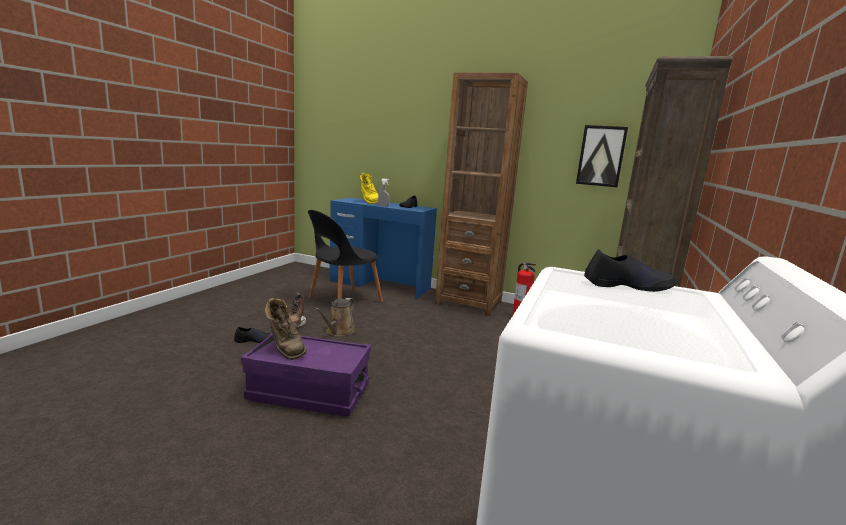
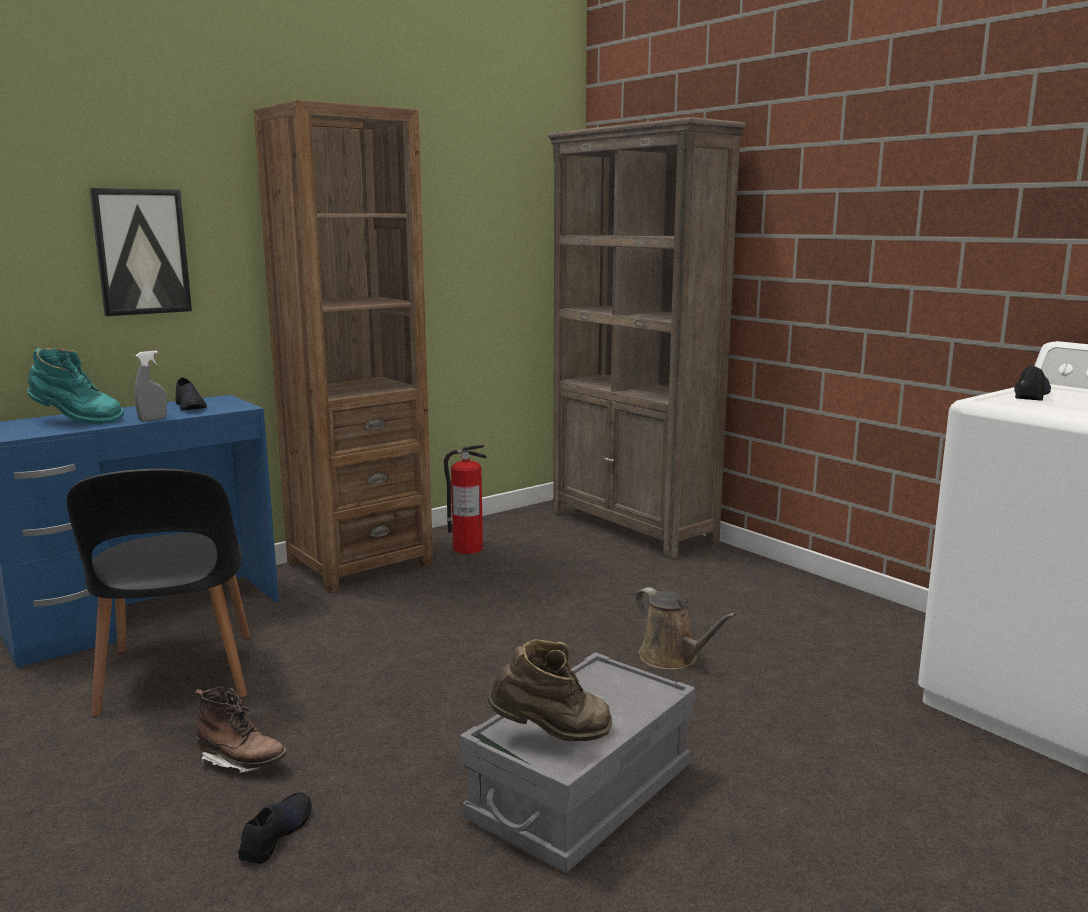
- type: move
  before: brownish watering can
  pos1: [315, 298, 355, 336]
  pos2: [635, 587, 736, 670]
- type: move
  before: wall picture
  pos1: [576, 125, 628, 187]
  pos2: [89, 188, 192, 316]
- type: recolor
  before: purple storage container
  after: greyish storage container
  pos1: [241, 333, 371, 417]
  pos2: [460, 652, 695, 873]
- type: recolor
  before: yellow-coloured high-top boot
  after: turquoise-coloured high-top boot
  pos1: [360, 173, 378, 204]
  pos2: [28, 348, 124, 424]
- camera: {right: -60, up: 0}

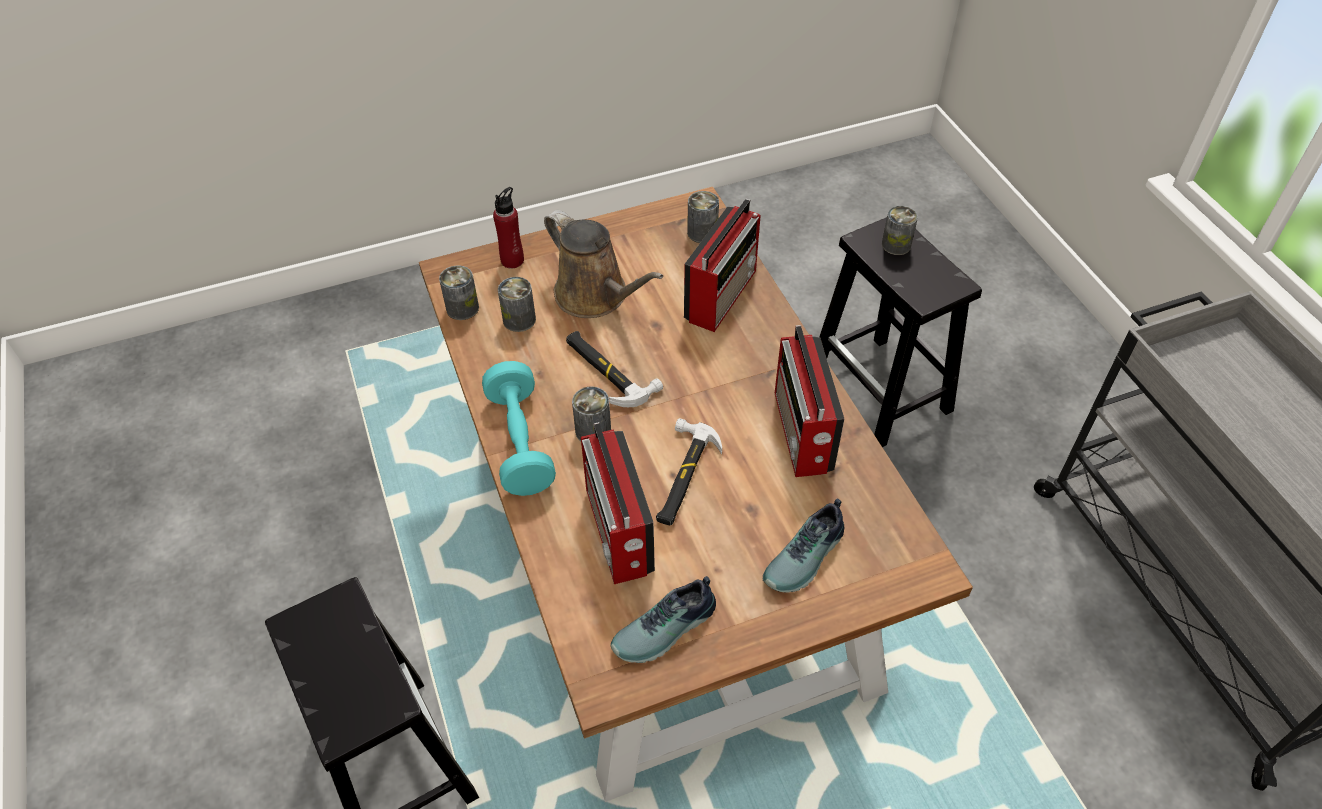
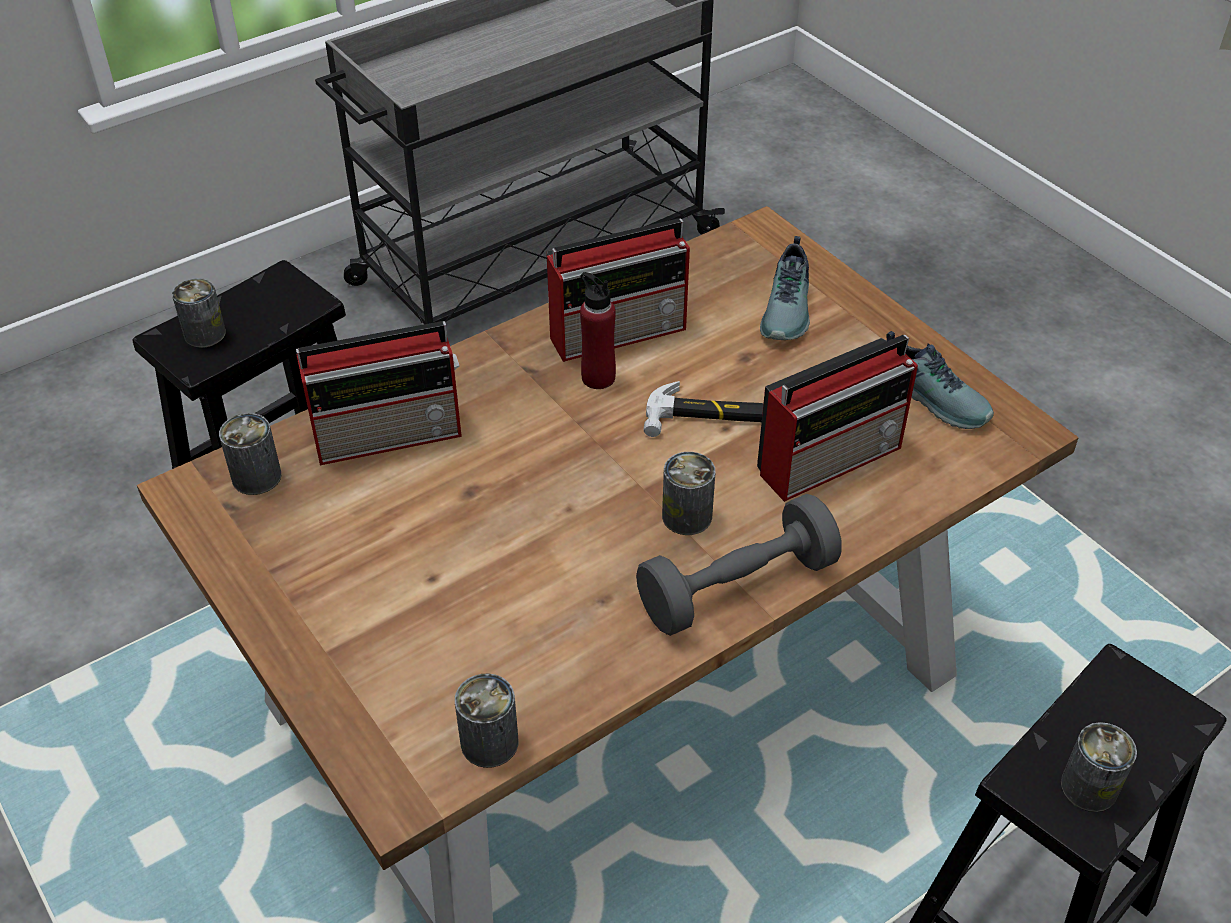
- type: delete
  before: brownish watering can
  pos1: [544, 210, 664, 318]
- type: delete
  before: tool hammer
  pos1: [566, 331, 663, 407]
- type: move
  before: red-coloured bottle
  pos1: [493, 187, 524, 268]
  pos2: [580, 272, 616, 389]
- type: move
  before: metal can
  pos1: [498, 277, 536, 332]
  pos2: [1061, 722, 1137, 812]
- type: recolor
  before: turquoise-coloured dumbbell
  after: greyish dumbbell
  pos1: [482, 361, 556, 496]
  pos2: [636, 494, 842, 636]
- type: rotate
  before: radio
  pos1: [684, 199, 760, 332]
  pos2: [296, 321, 462, 465]
  turn: 150
- type: rotate
  before: shoe
  pos1: [763, 498, 844, 593]
  pos2: [760, 236, 810, 340]
  turn: 75
- camera: {right: -105, up: -5}

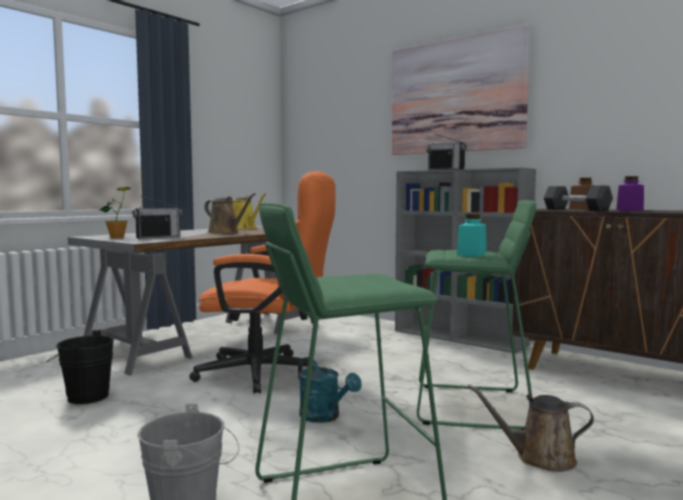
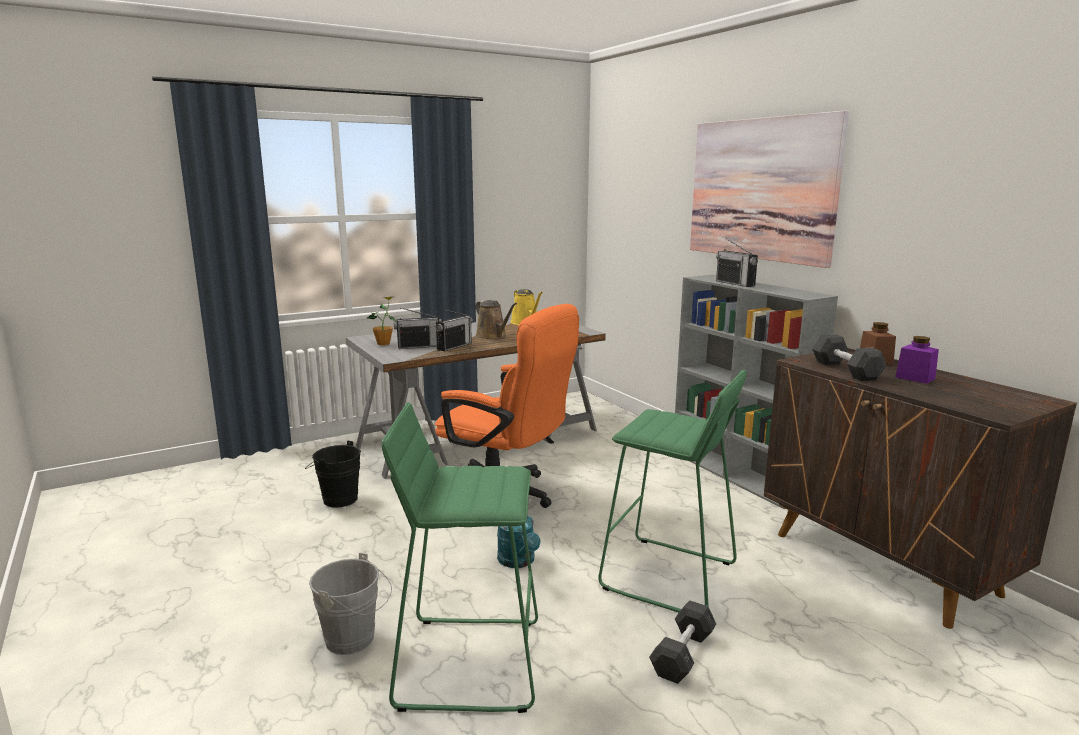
- type: delete
  before: turquoise-coloured storage jar
  pos1: [457, 214, 486, 257]
- type: insert
  after: radio
  pos2: [436, 309, 473, 351]
- type: replace
  before: brownish watering can
  after: greyish dumbbell
  pos1: [468, 385, 594, 472]
  pos2: [649, 600, 716, 684]
- camera: {right: 20, up: 10}

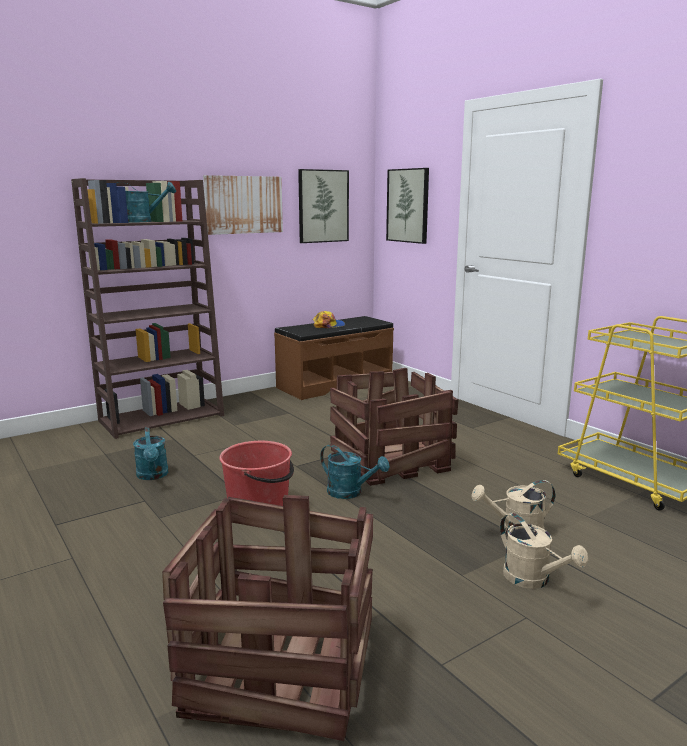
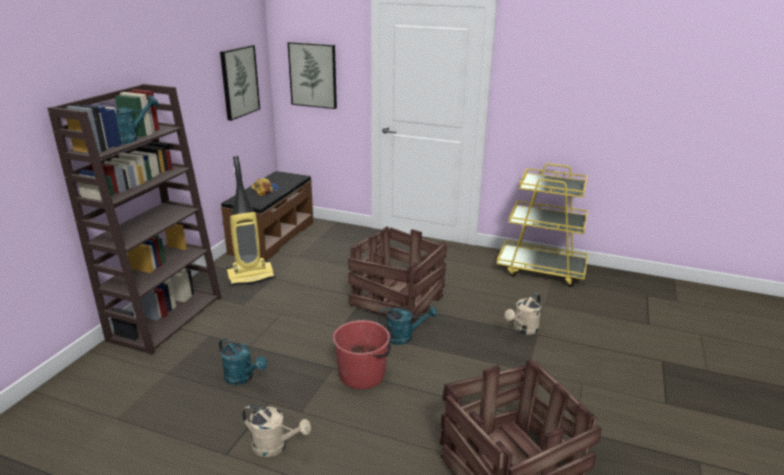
- type: delete
  before: wall picture
  pos1: [203, 175, 283, 235]
- type: insert
  after: vacuum
  pos2: [226, 156, 275, 286]
- type: move
  before: beige-coloured watering can
  pos1: [500, 513, 588, 589]
  pos2: [242, 405, 311, 457]
- camera: {right: -35, up: 10}

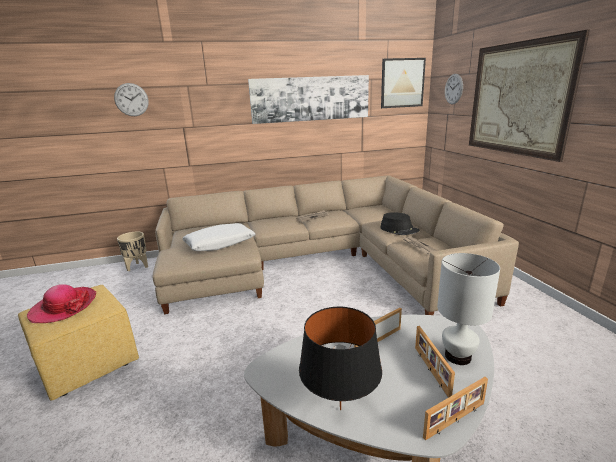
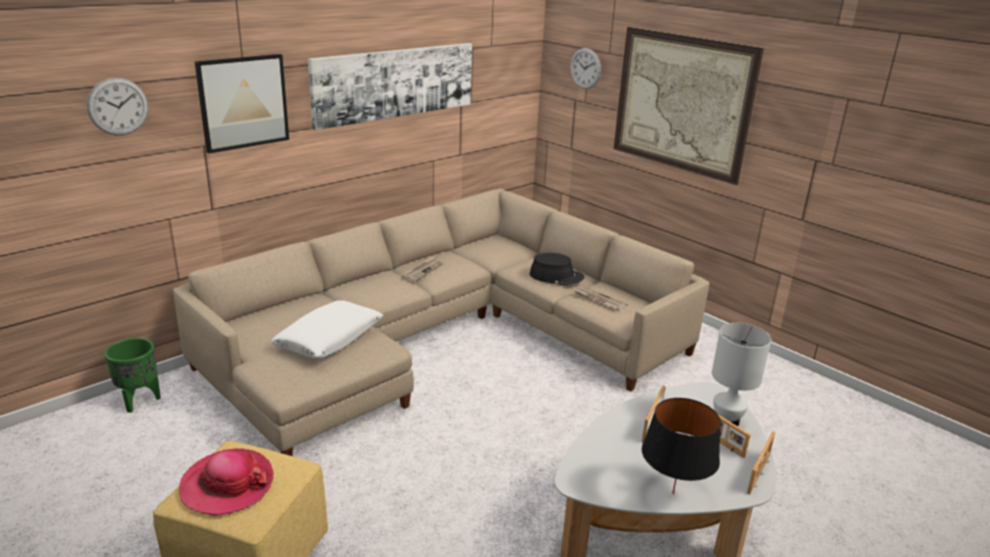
- type: move
  before: wall picture
  pos1: [381, 58, 426, 108]
  pos2: [195, 54, 289, 154]
- type: recolor
  before: beige-coloured planter
  after: green-coloured planter
  pos1: [117, 232, 148, 272]
  pos2: [105, 338, 161, 413]
- camera: {right: -30, up: 5}

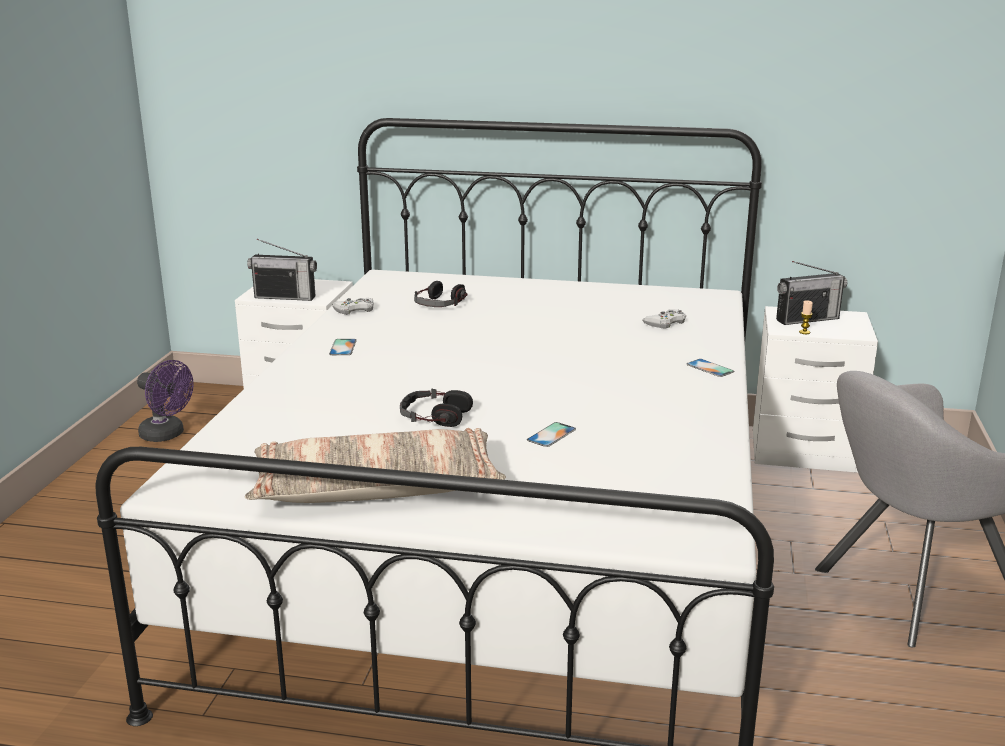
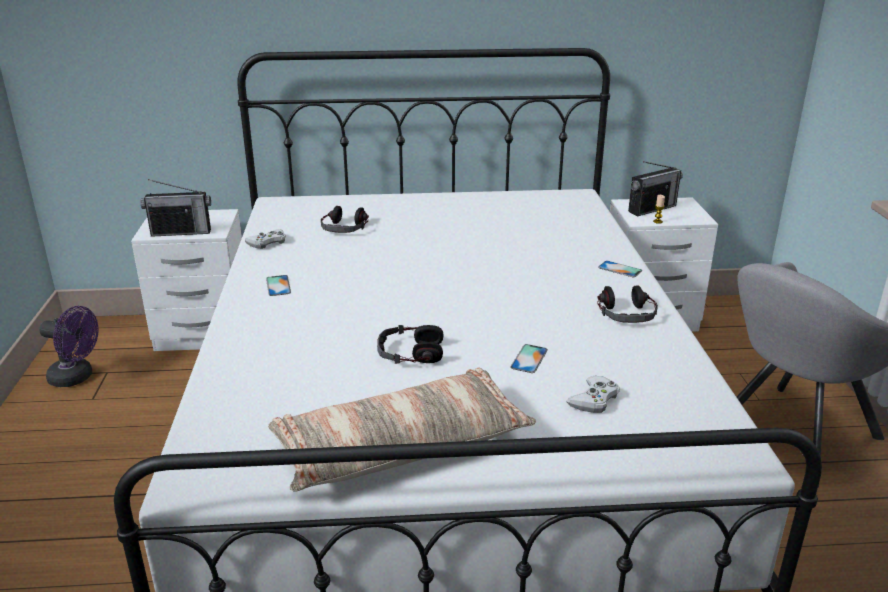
- type: insert
  after: pair of headphones
  pos2: [597, 285, 658, 323]
- type: move
  before: whitish gamepad
  pos1: [642, 309, 686, 329]
  pos2: [566, 376, 620, 413]
- camera: {right: -15, up: 5}

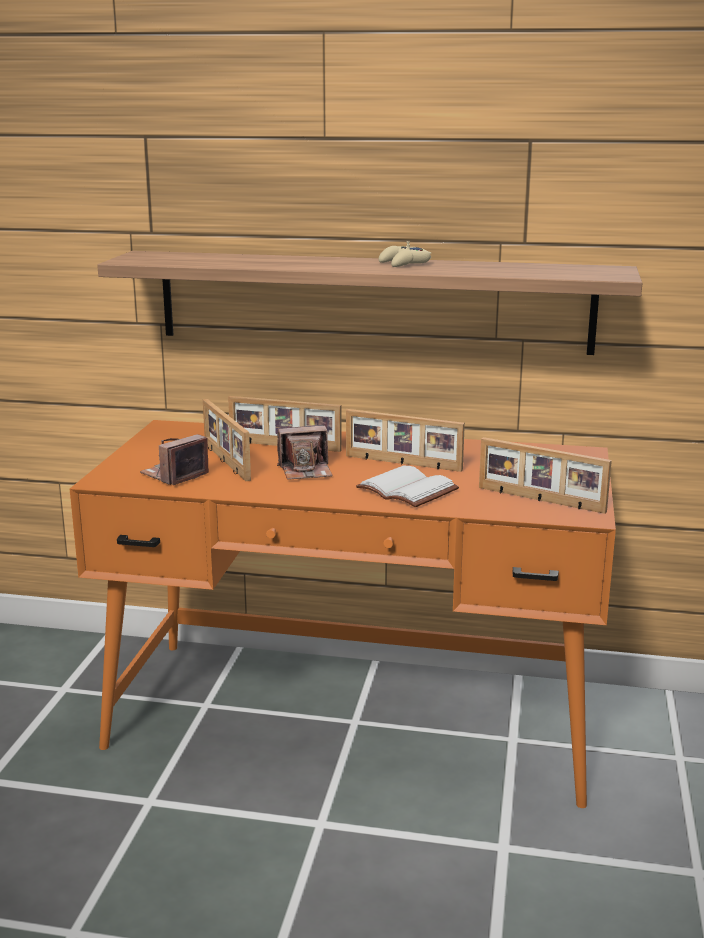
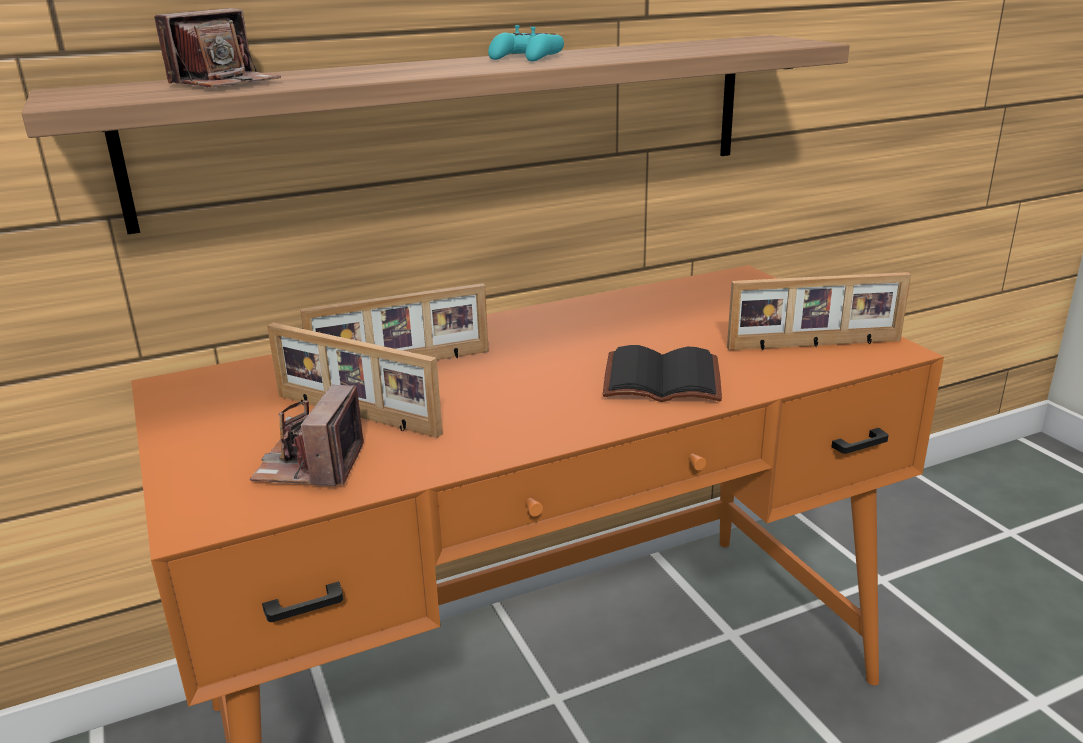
- type: delete
  before: standing frame
  pos1: [346, 409, 465, 472]
- type: move
  before: photo camera
  pos1: [277, 425, 332, 480]
  pos2: [154, 8, 281, 88]
- type: recolor
  before: whitish bound book
  after: black-coloured bound book
  pos1: [356, 466, 459, 507]
  pos2: [603, 345, 722, 402]
- type: recolor
  before: beige-coloured gamepad
  after: turquoise-coloured gamepad
  pos1: [378, 241, 431, 267]
  pos2: [488, 25, 564, 62]
- camera: {right: -35, up: 5}

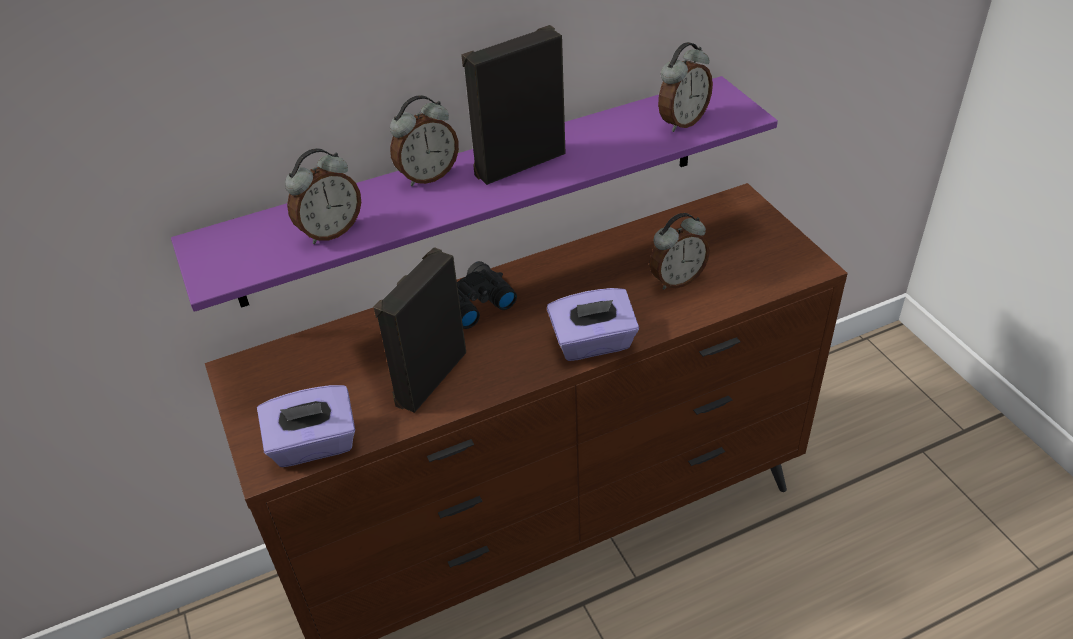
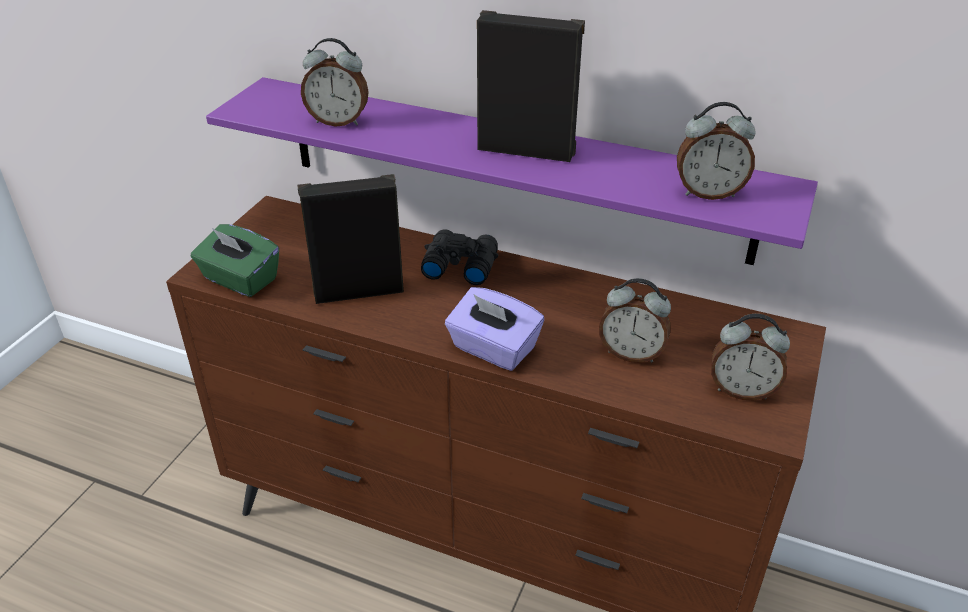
- type: move
  before: bedside clock
  pos1: [390, 95, 459, 186]
  pos2: [711, 314, 790, 401]
- type: recolor
  before: purple tissue box
  after: green-coloured tissue box
  pos1: [257, 385, 355, 467]
  pos2: [191, 224, 279, 297]
- camera: {right: 45, up: -5}

